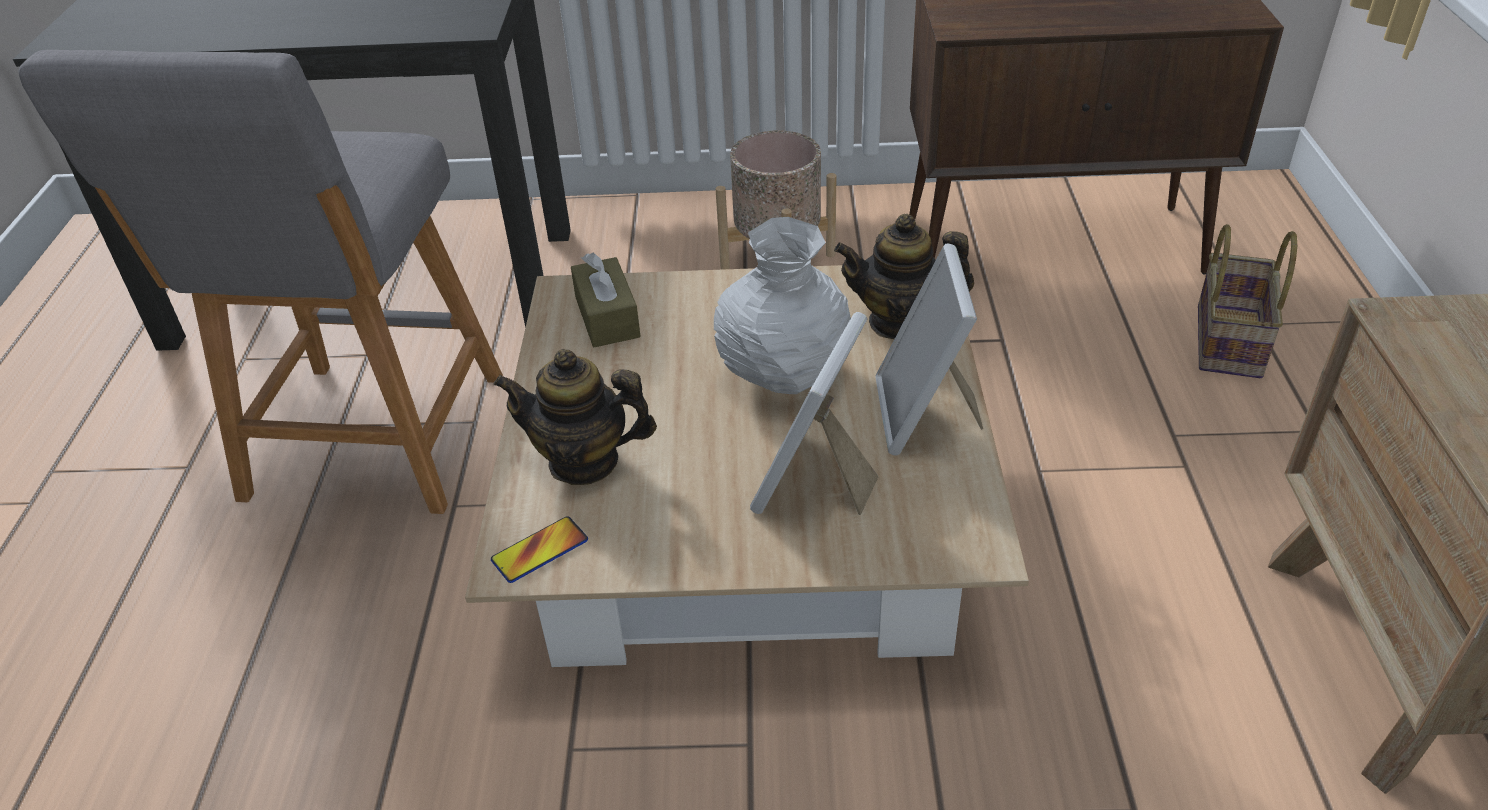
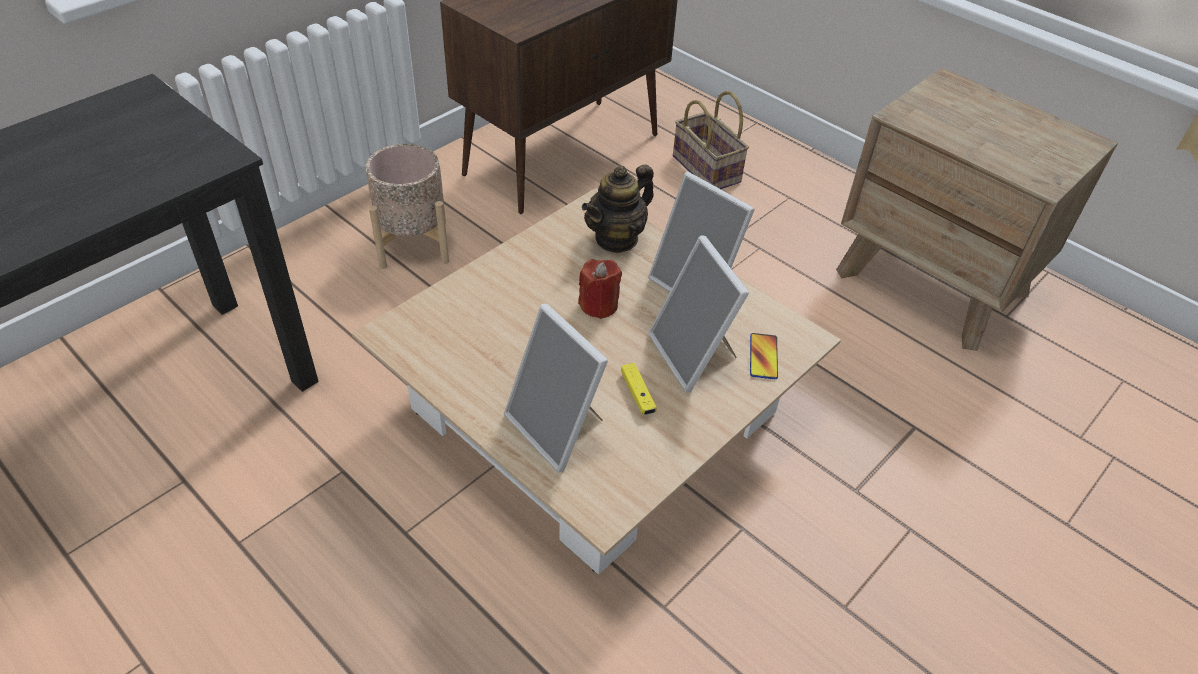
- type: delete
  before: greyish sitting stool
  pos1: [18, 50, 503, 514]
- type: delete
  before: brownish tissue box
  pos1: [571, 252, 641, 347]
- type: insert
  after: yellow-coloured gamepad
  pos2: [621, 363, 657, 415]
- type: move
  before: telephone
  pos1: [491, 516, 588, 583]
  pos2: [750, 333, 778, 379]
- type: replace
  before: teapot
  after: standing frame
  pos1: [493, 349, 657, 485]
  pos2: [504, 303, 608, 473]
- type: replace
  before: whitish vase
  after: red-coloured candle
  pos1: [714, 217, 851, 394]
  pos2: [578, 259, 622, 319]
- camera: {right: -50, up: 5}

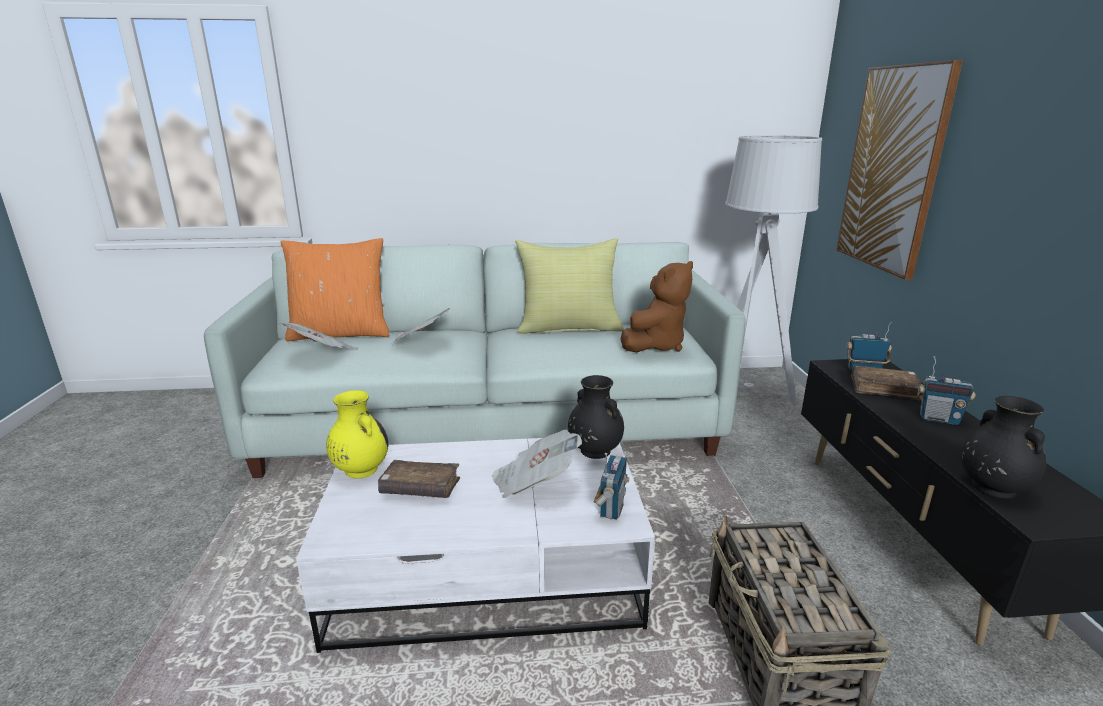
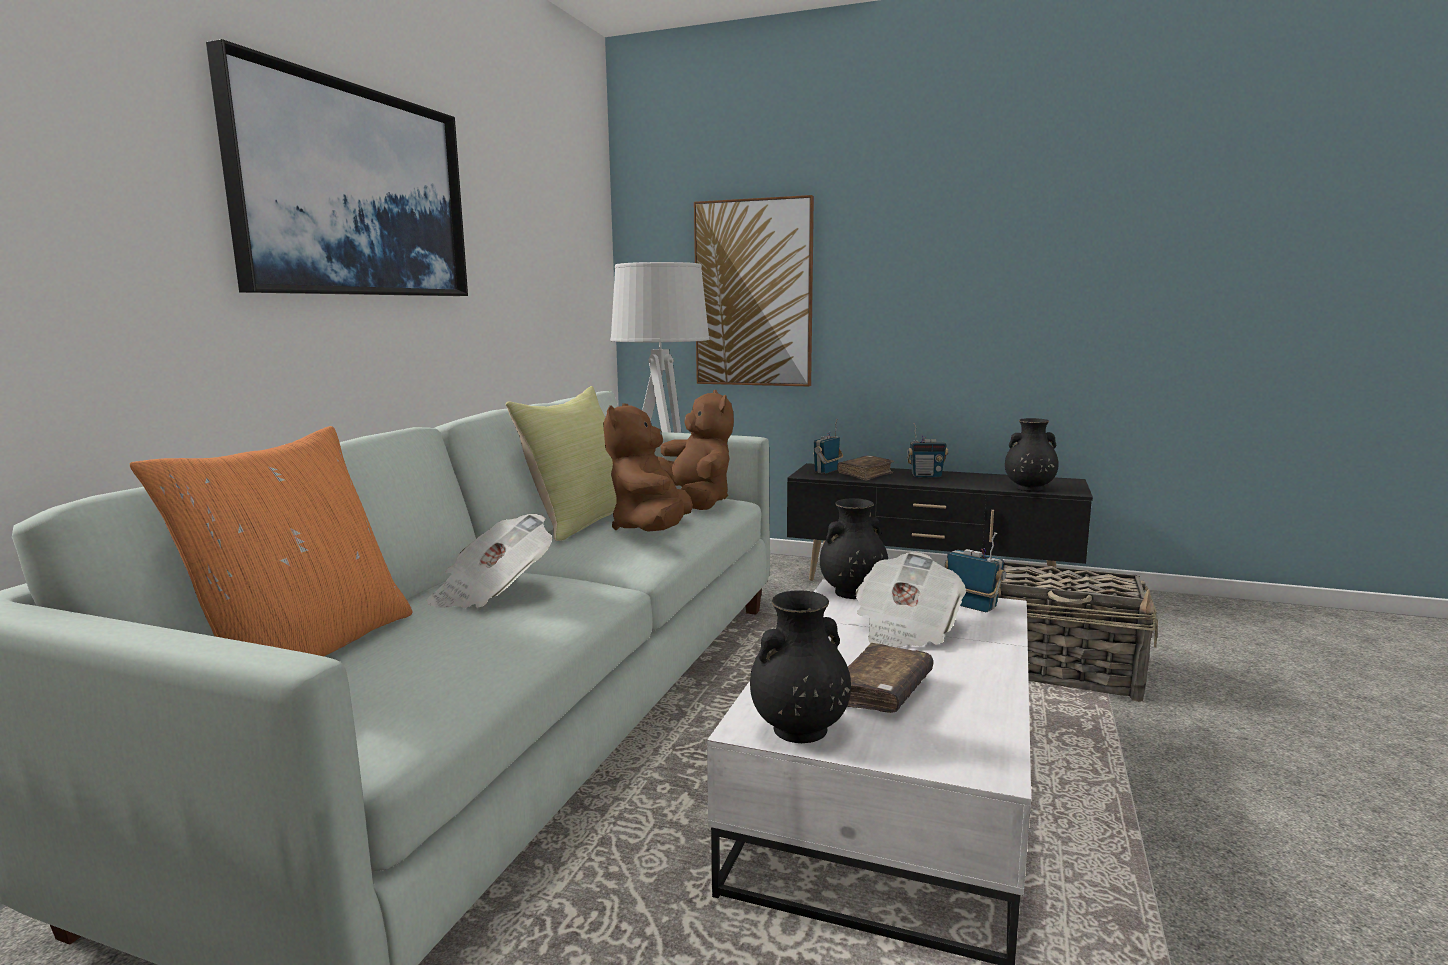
- type: delete
  before: daily paper
  pos1: [278, 323, 356, 348]
- type: insert
  after: wall picture
  pos2: [206, 39, 468, 296]
- type: insert
  after: brownish soft toy
  pos2: [603, 403, 693, 532]
- type: recolor
  before: yellow-coloured vase
  after: black-coloured vase
  pos1: [326, 390, 388, 478]
  pos2: [750, 591, 851, 743]
- type: rotate
  before: radio
  pos1: [917, 356, 976, 425]
  pos2: [907, 423, 948, 477]
  turn: 45
- camera: {right: -65, up: -10}

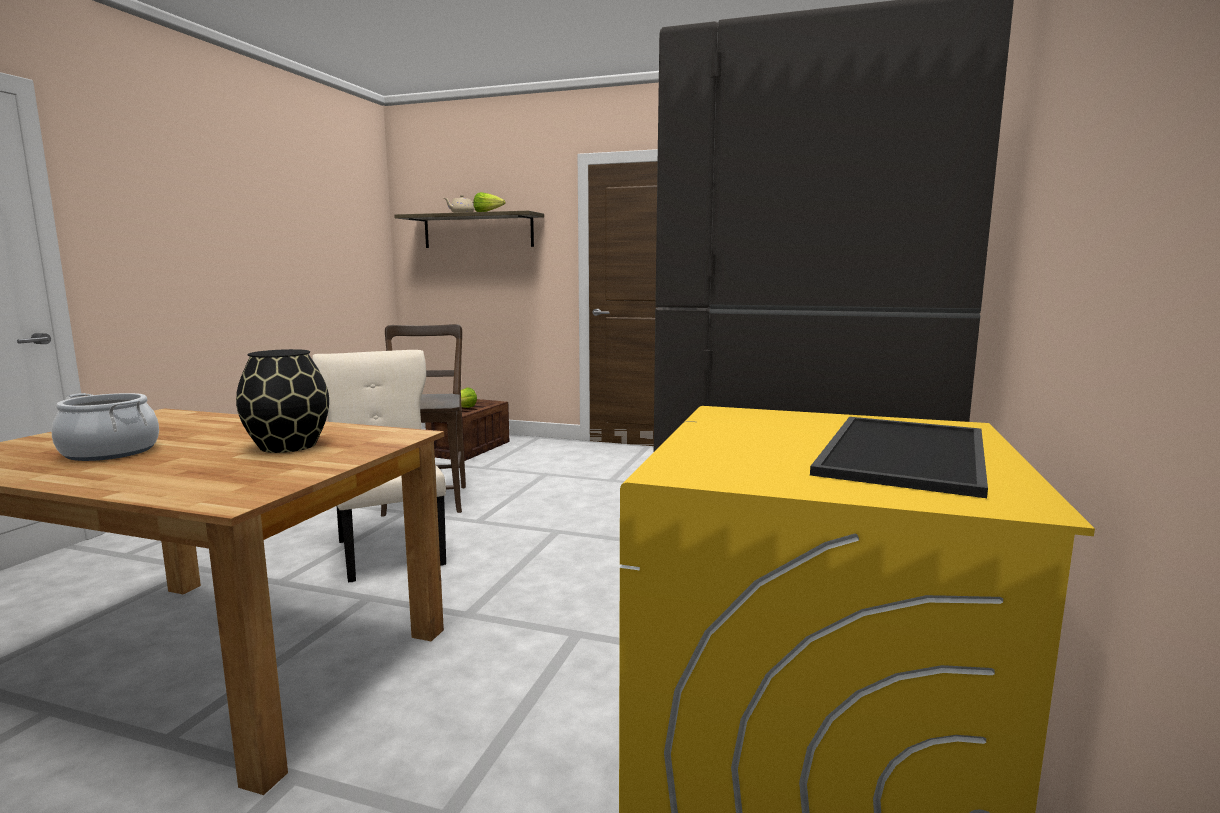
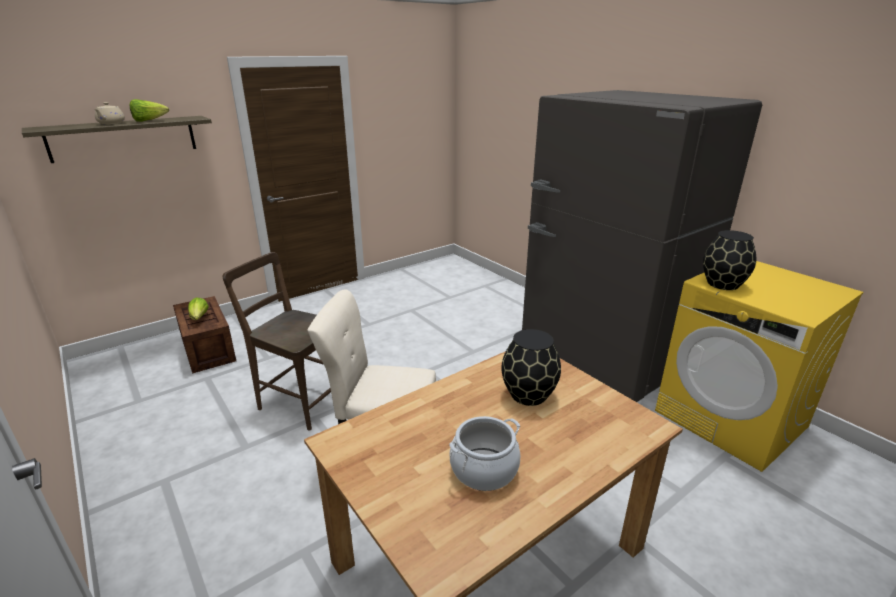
- type: delete
  before: serving tray
  pos1: [810, 417, 988, 498]
- type: insert
  after: black-coloured vase
  pos2: [703, 230, 756, 290]
- camera: {right: -55, up: 15}

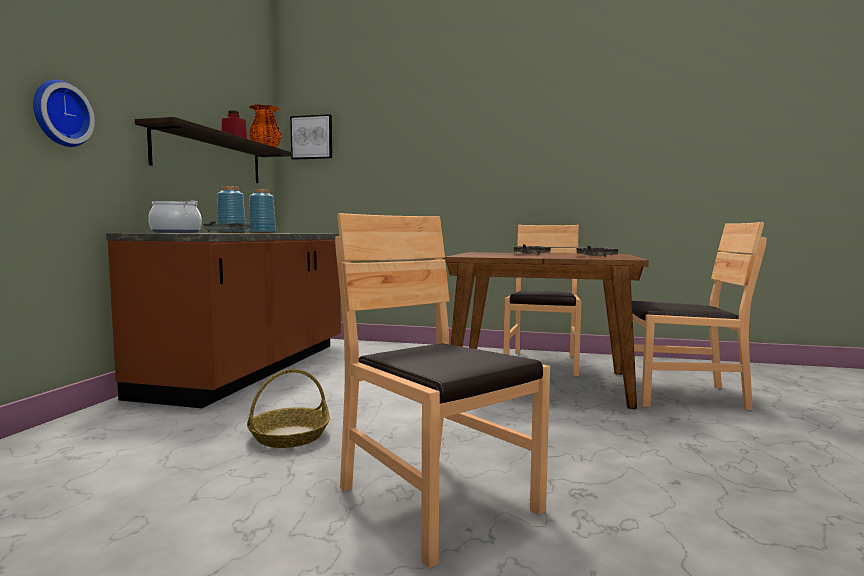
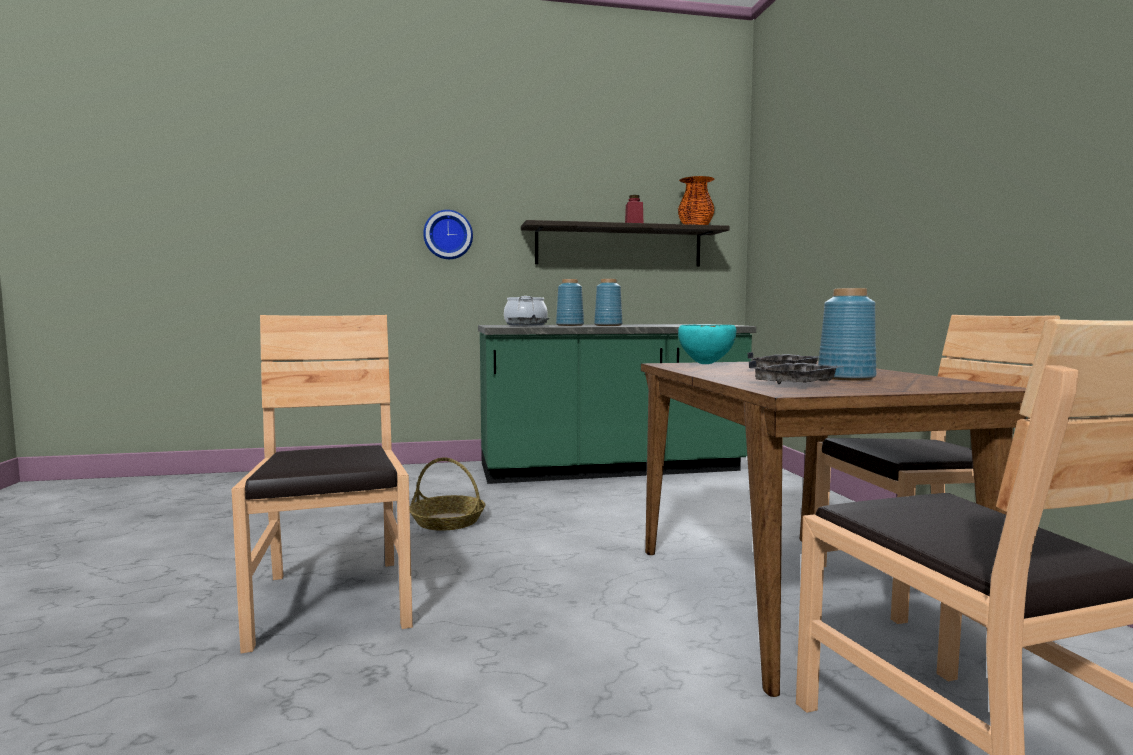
- type: delete
  before: wall picture
  pos1: [290, 114, 332, 160]
- type: insert
  after: turquoise-coloured deep dish
  pos2: [678, 325, 736, 364]
- type: insert
  after: bluish vase
  pos2: [818, 288, 876, 381]
- type: recolor
  before: brownish kitchen base unit
  after: green-coloured kitchen base unit
  pos1: [106, 233, 341, 408]
  pos2: [478, 324, 756, 484]
- type: rotate
  before: brownish chair
  pos1: [335, 213, 550, 568]
  pos2: [231, 315, 413, 653]
  turn: -45
- camera: {right: 65, up: 0}

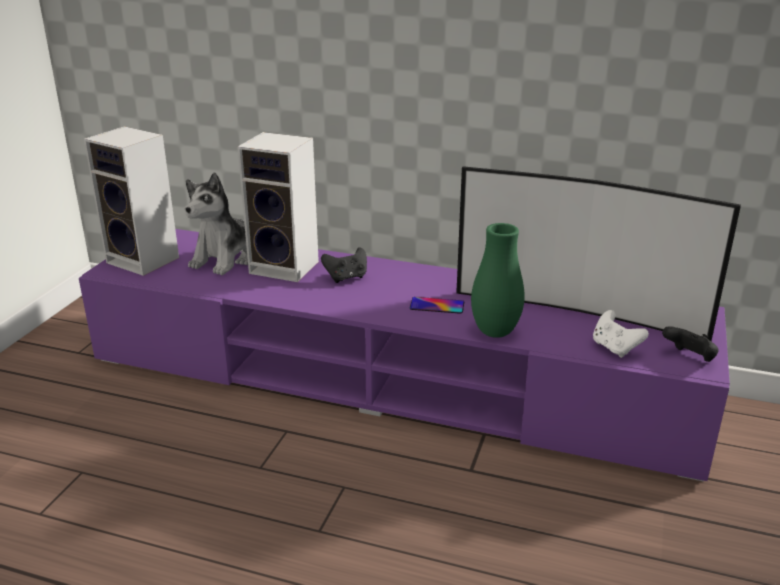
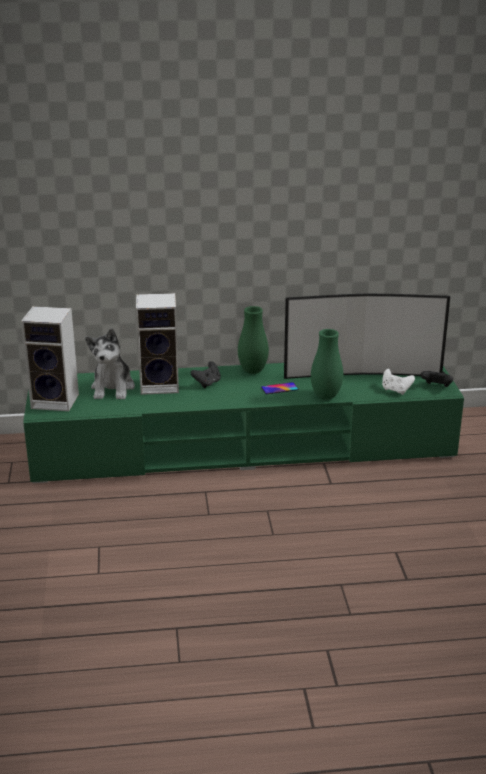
- type: insert
  after: green-coloured vase
  pos2: [238, 306, 269, 374]
- type: recolor
  before: purple tv unit
  after: green-coloured tv unit
  pos1: [79, 229, 730, 482]
  pos2: [23, 363, 464, 483]
- camera: {right: -25, up: 0}

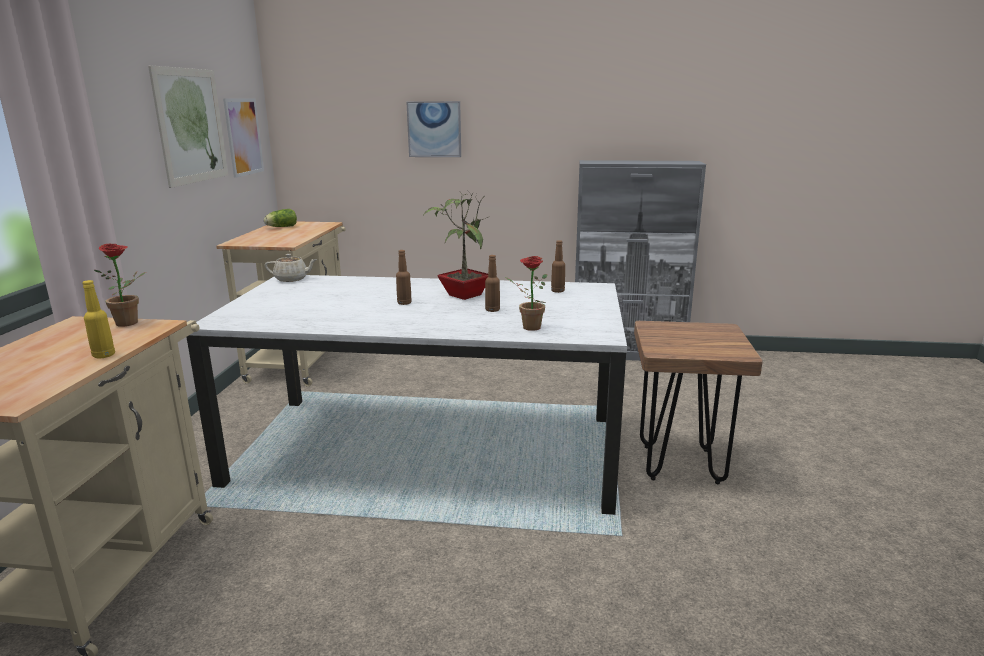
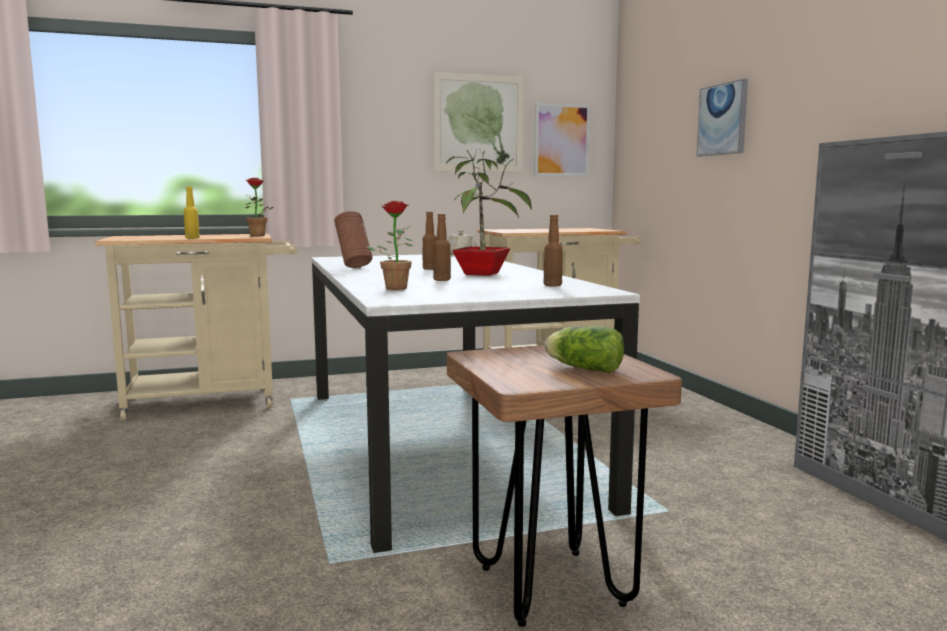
- type: insert
  after: brownish vase
  pos2: [334, 211, 373, 268]
- type: move
  before: lettuce head
  pos1: [264, 209, 297, 227]
  pos2: [545, 326, 624, 373]
- camera: {right: 65, up: -10}

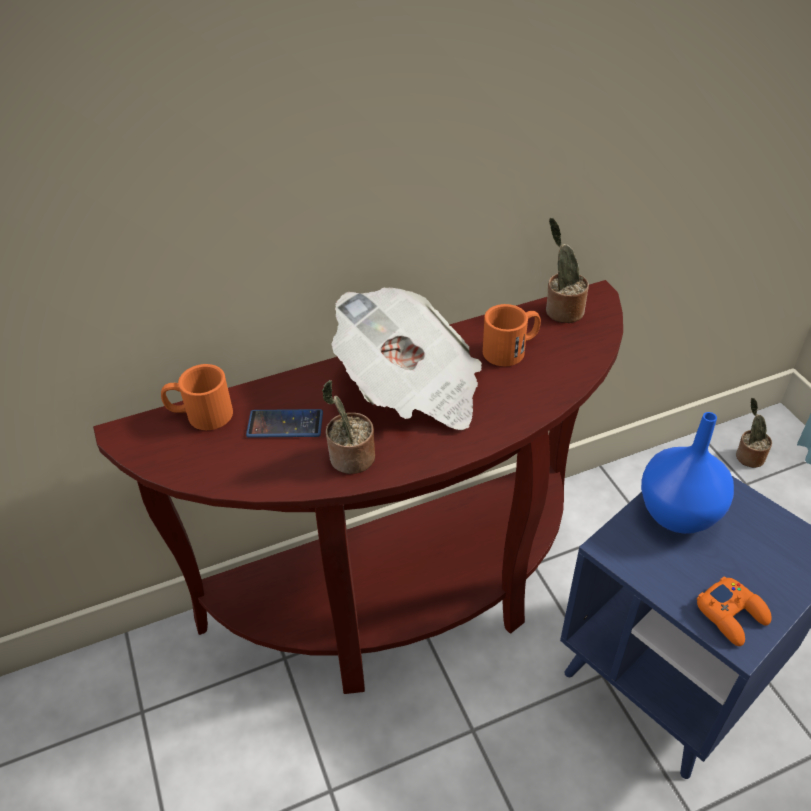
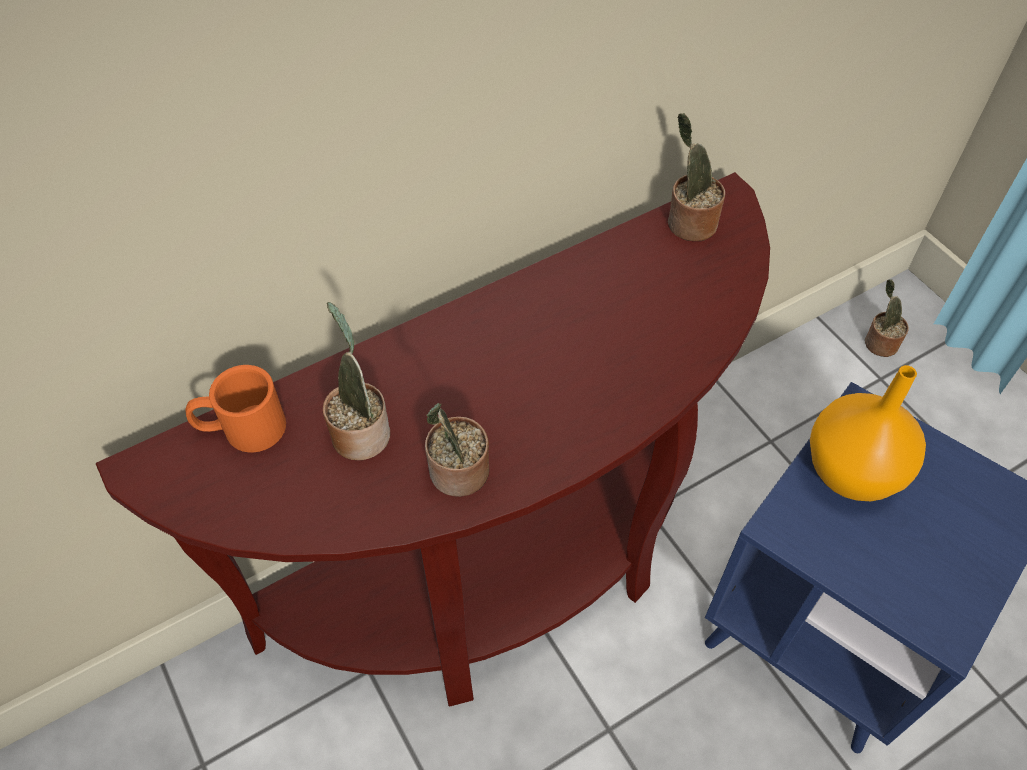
- type: delete
  before: daily paper
  pos1: [331, 288, 482, 430]
- type: delete
  before: orange-coloured coffee mug
  pos1: [483, 304, 541, 366]
- type: delete
  before: orange-coloured gamepad
  pos1: [697, 576, 772, 646]
- type: replace
  before: telephone
  after: plant in a pot
  pos1: [246, 409, 323, 438]
  pos2: [323, 302, 390, 460]
- type: recolor
  before: bluish vase
  after: orange-coloured vase
  pos1: [641, 412, 734, 534]
  pos2: [810, 365, 926, 501]
- camera: {right: -10, up: 10}

